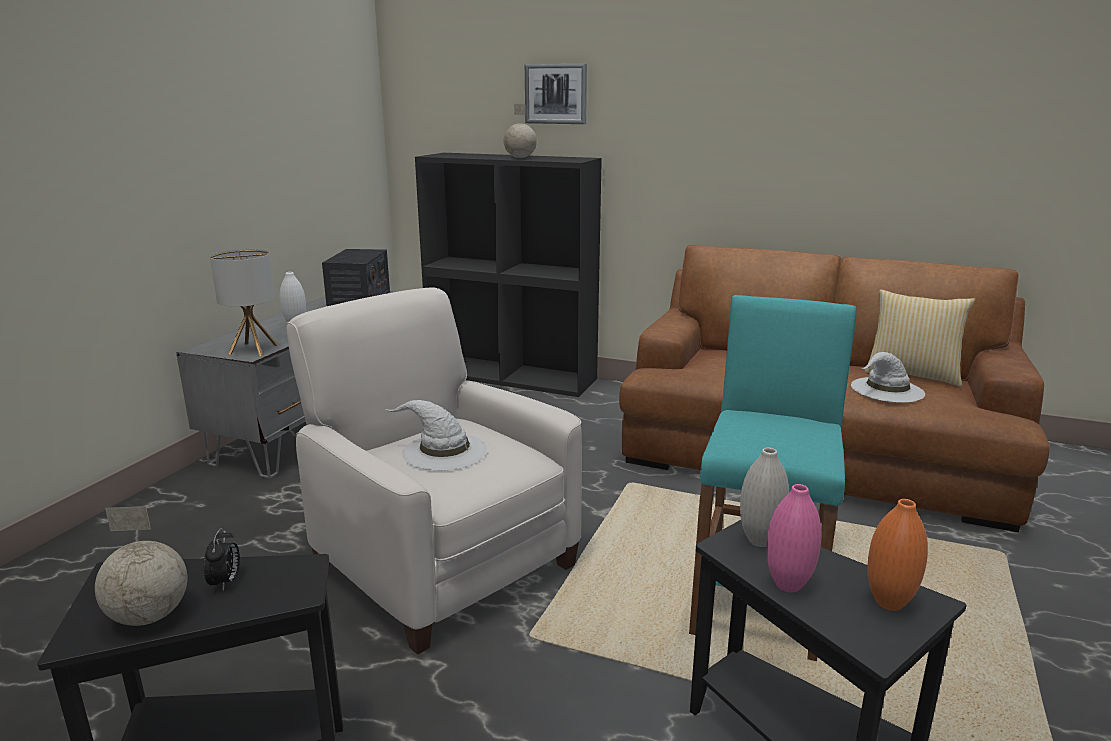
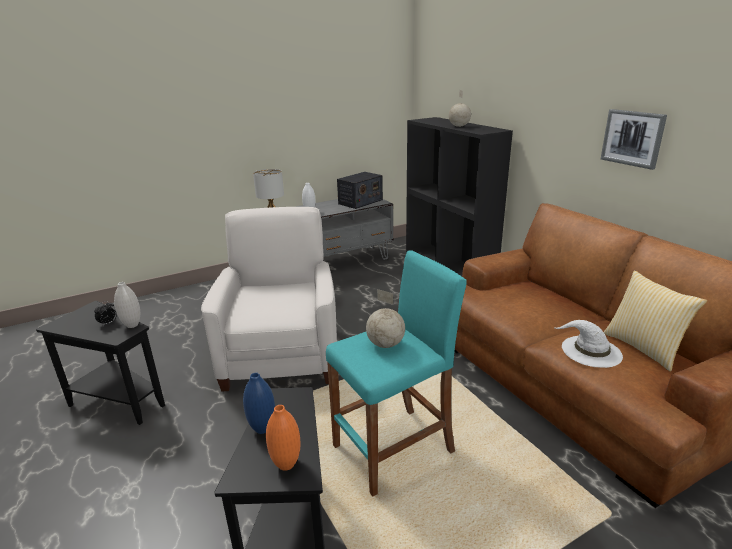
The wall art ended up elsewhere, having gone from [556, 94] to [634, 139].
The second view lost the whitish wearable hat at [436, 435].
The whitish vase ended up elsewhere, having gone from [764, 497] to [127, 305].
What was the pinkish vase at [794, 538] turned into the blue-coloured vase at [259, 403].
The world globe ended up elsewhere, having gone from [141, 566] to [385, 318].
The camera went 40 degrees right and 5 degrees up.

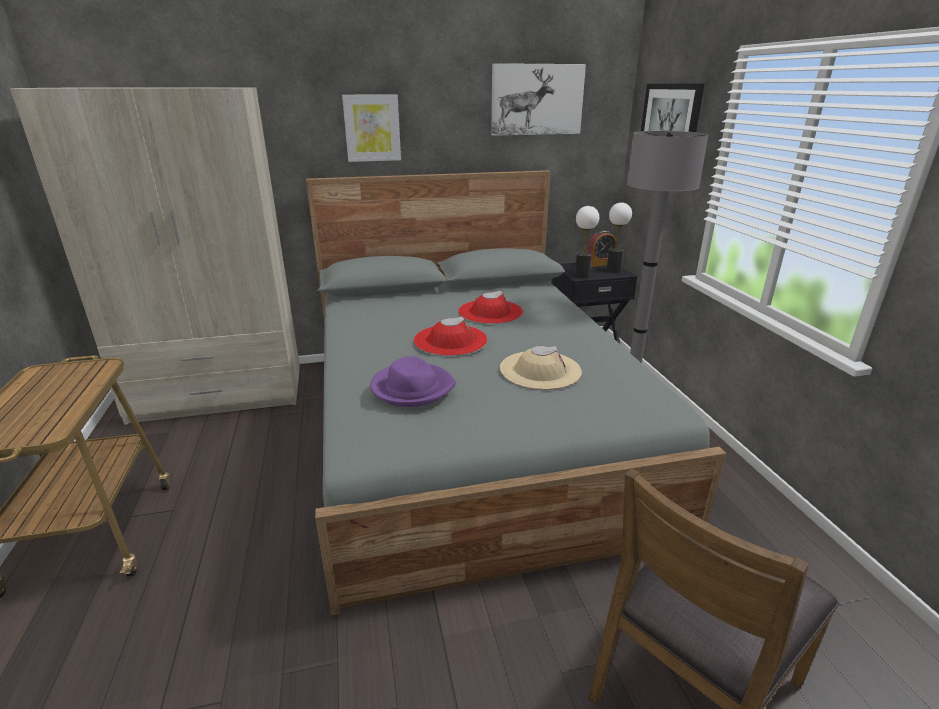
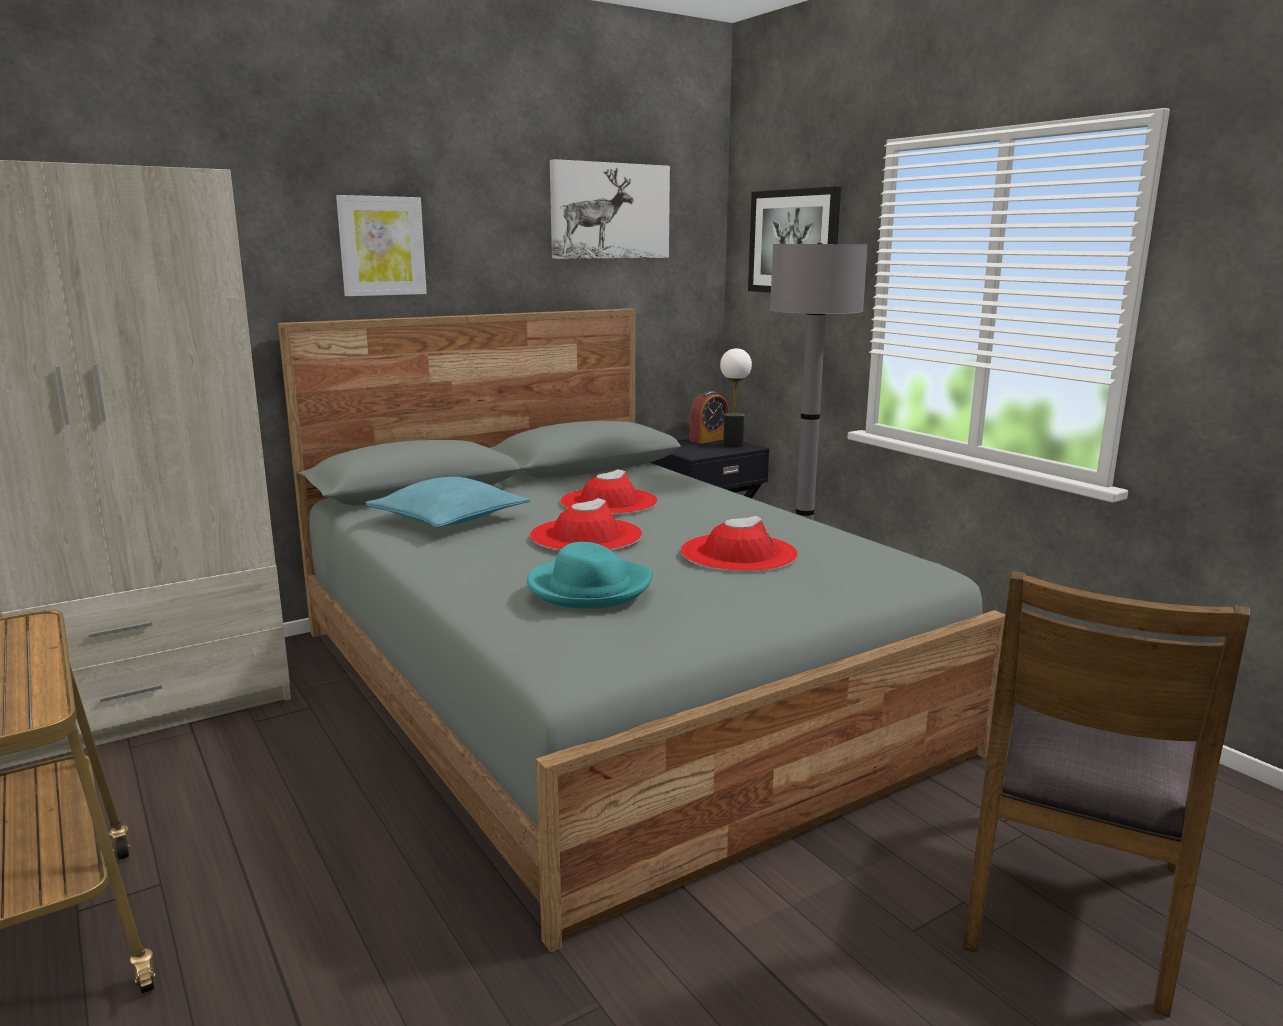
The second view lost the table lamp at [587, 242].
What was the sand-coloured wearable hat at [541, 368] turned into the red wearable hat at [739, 544].
What was the purple-coloured wearable hat at [413, 381] turned into the blue-green wearable hat at [590, 575].
The second view gained the blue-green throw pillow at [448, 502].
The camera went 20 degrees left and 10 degrees down.

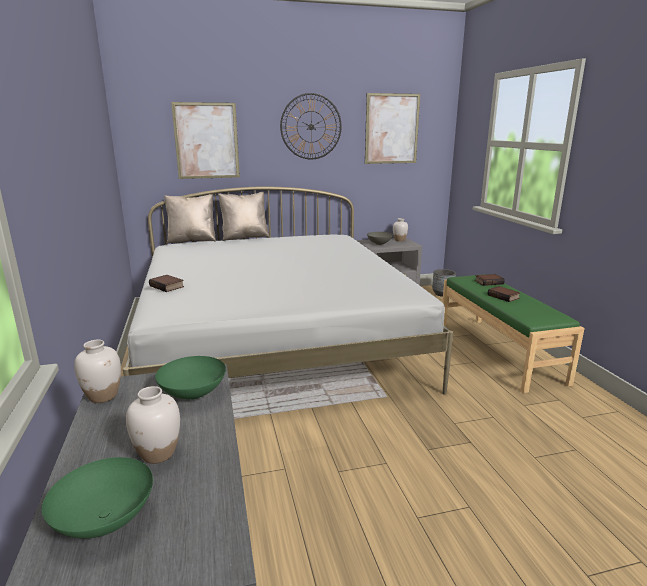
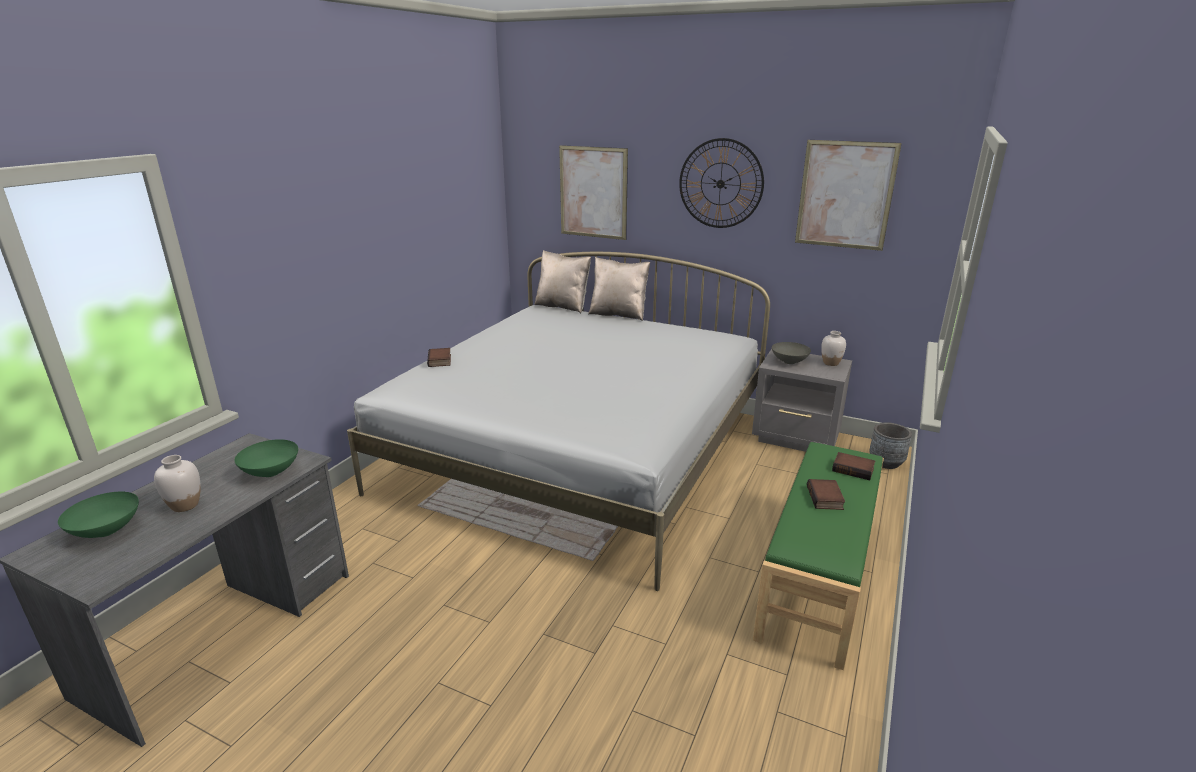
The second view lost the whitish vase at [97, 371].
The camera went 40 degrees right and 5 degrees up.

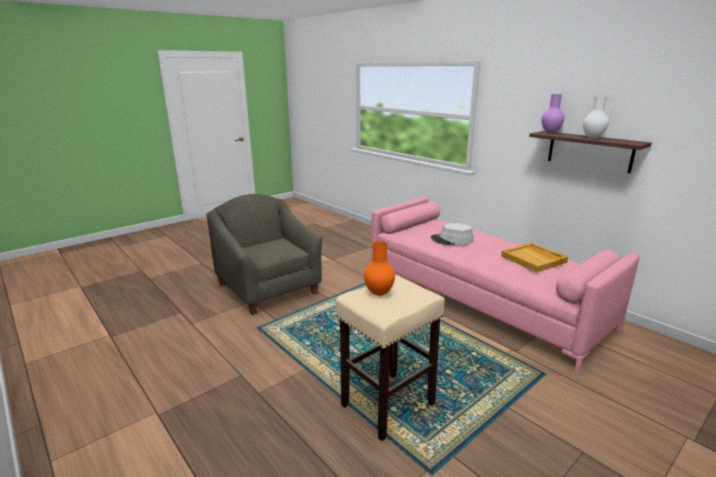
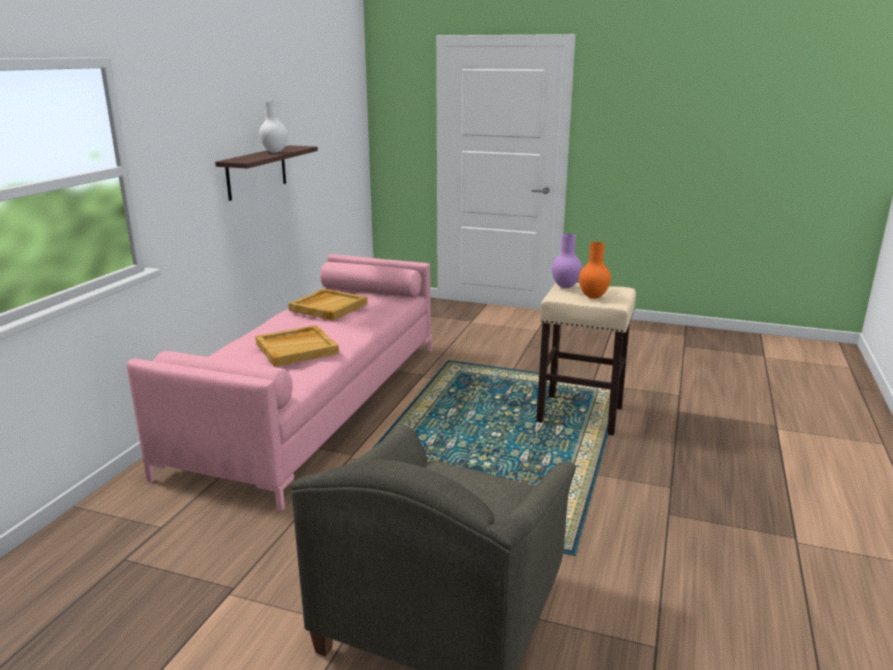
The purple-coloured vase ended up elsewhere, having gone from [553, 113] to [567, 261].
Where the greyish wearable hat stood at [452, 234], the sand-coloured serving tray came to stand at [297, 346].
The camera went 120 degrees left and 0 degrees up.

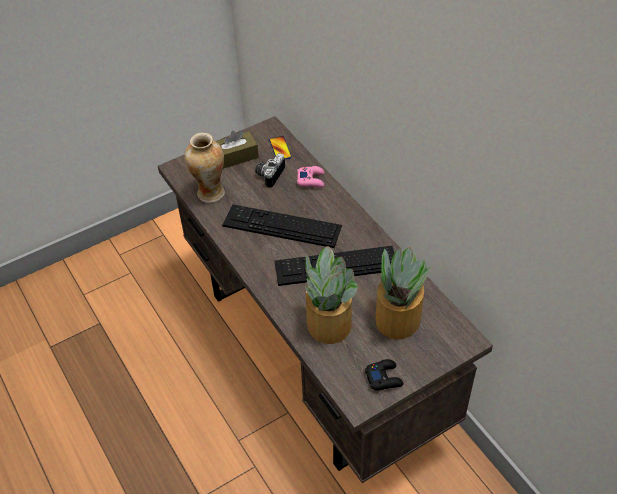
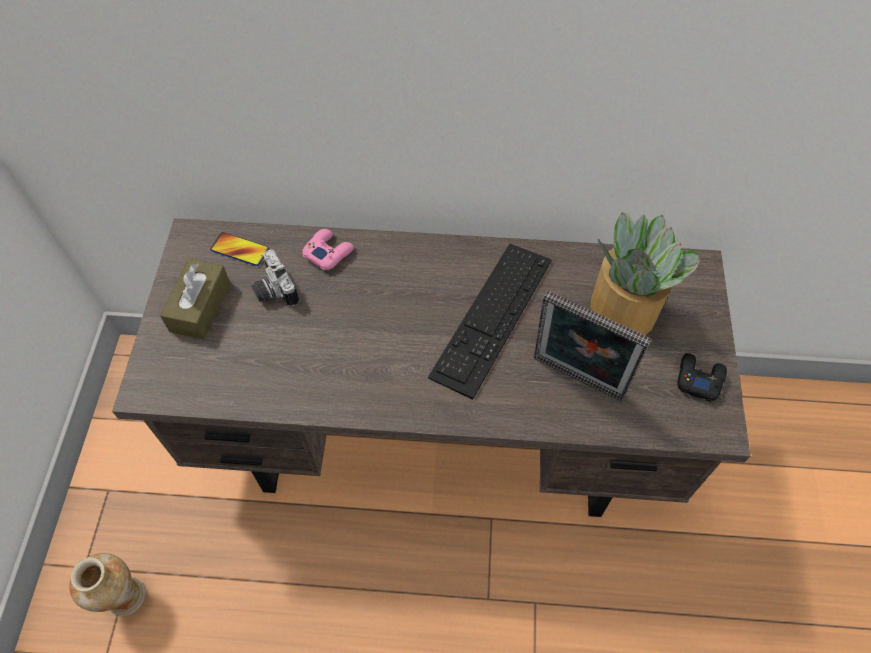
The vase ended up elsewhere, having gone from [204, 168] to [107, 584].
The second view lost the PC keyboard at [282, 226].
Where the potted plant stood at [331, 295], the photo frame came to stand at [592, 346].
The camera went 55 degrees left and 10 degrees up.

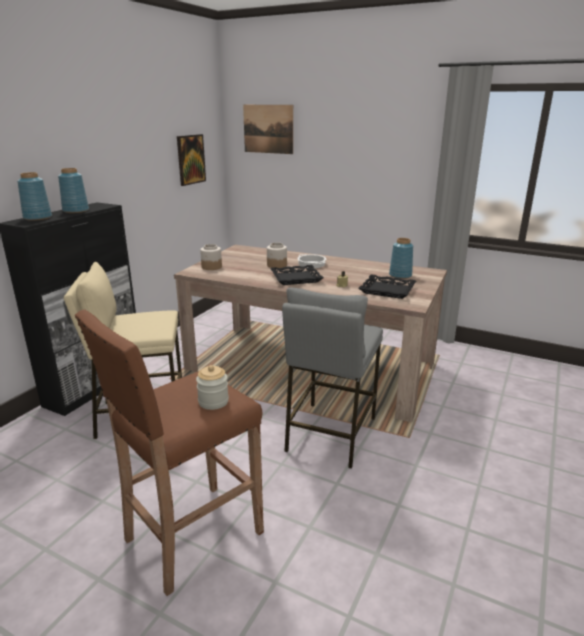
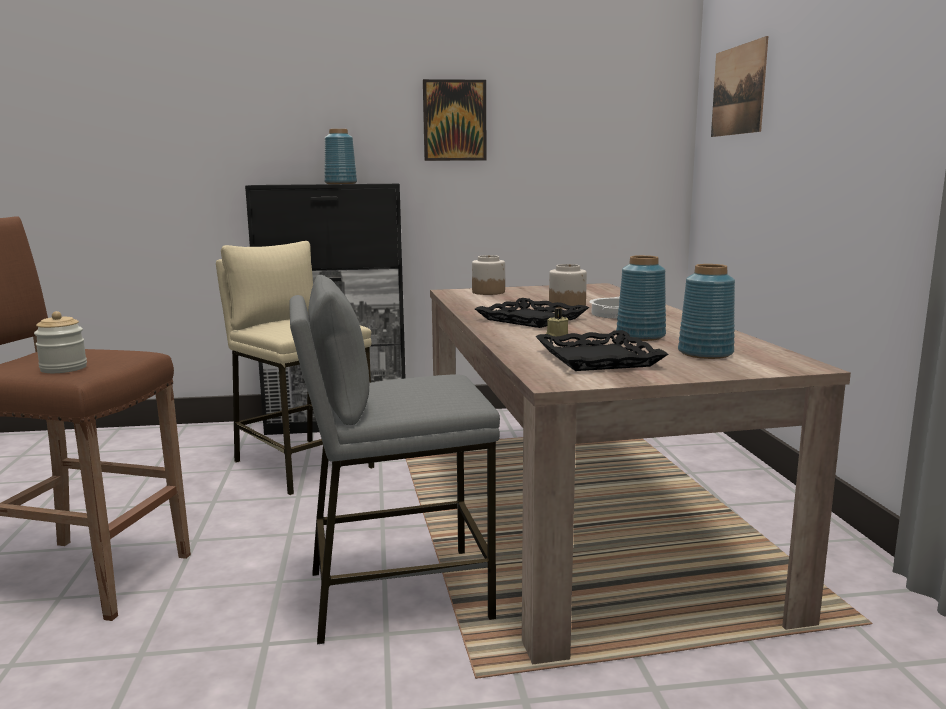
The wall art ended up elsewhere, having gone from [191, 160] to [454, 120].
The blue-coloured vase ended up elsewhere, having gone from [34, 196] to [641, 298].
The camera went 55 degrees right and 10 degrees down.

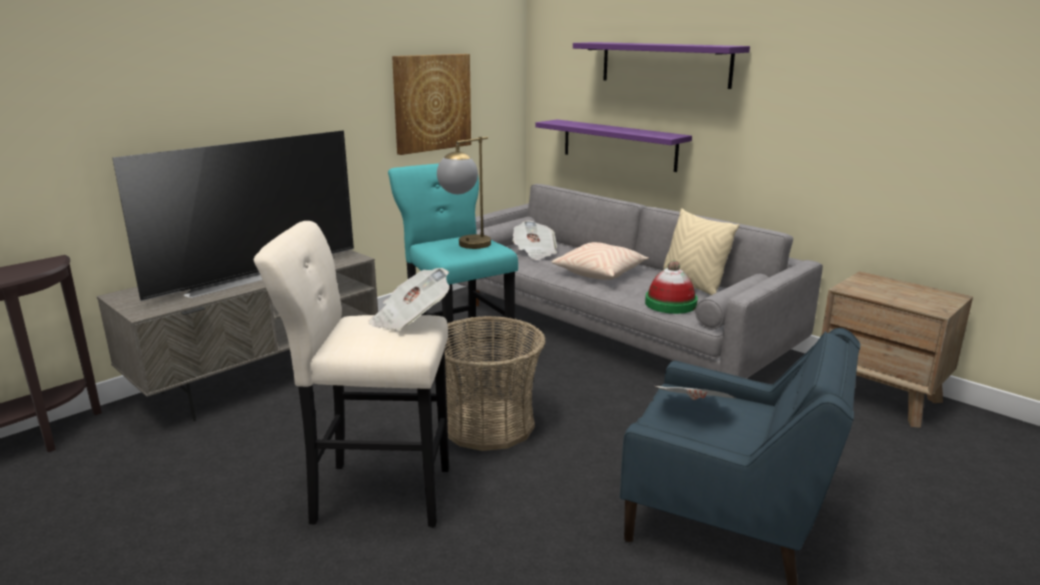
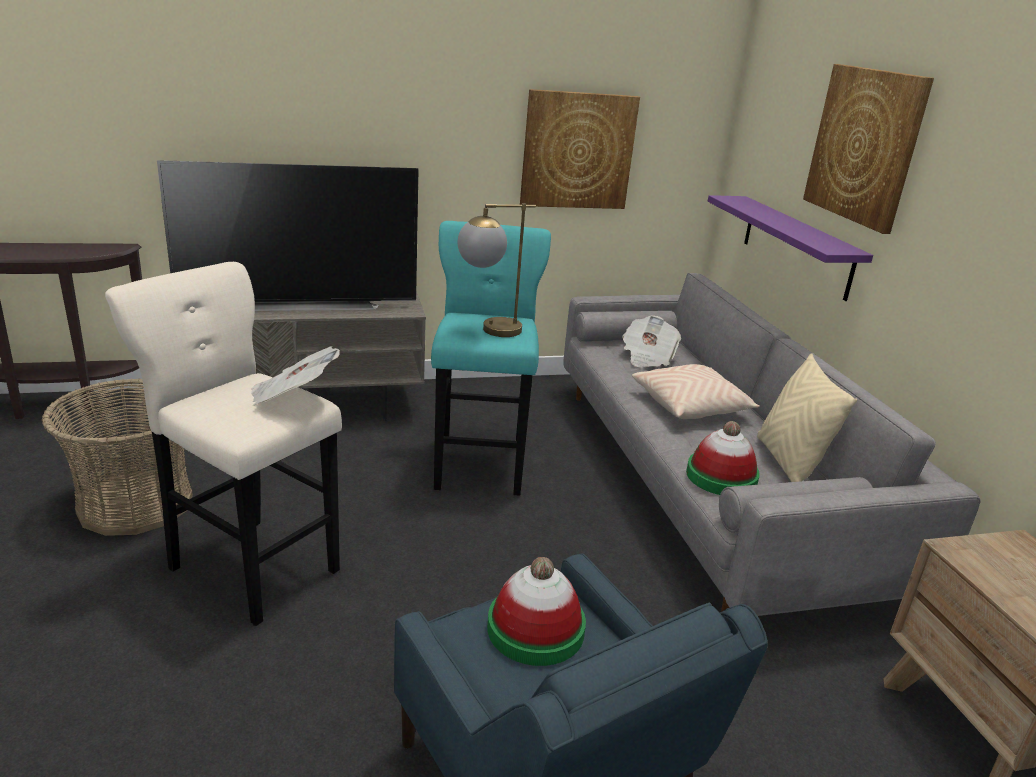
Where the purple-coloured wall shelf hung at [661, 65], the wall art came to hang at [868, 149].
The basket ended up elsewhere, having gone from [495, 383] to [117, 457].
Where the daily paper stood at [695, 393], the wearable hat came to stand at [536, 611].
The camera went 30 degrees right and 5 degrees up.

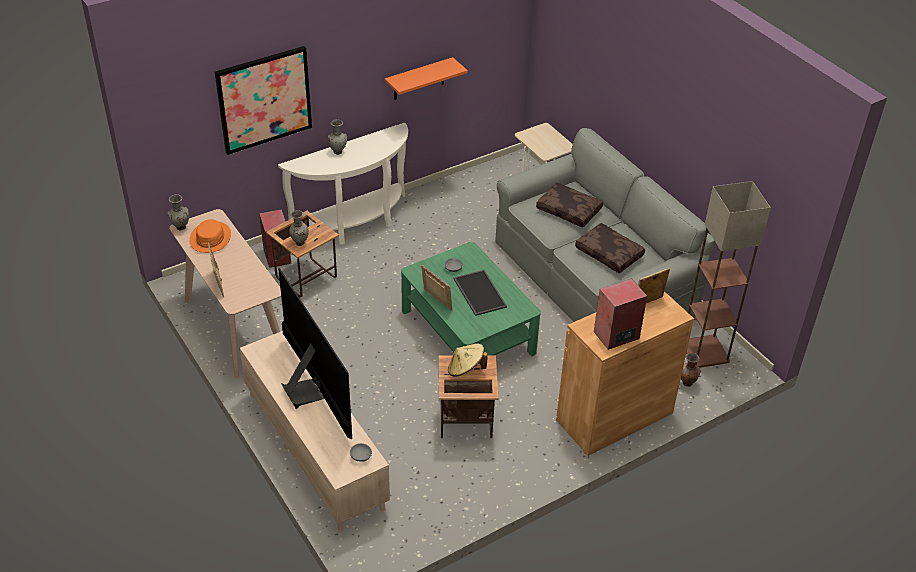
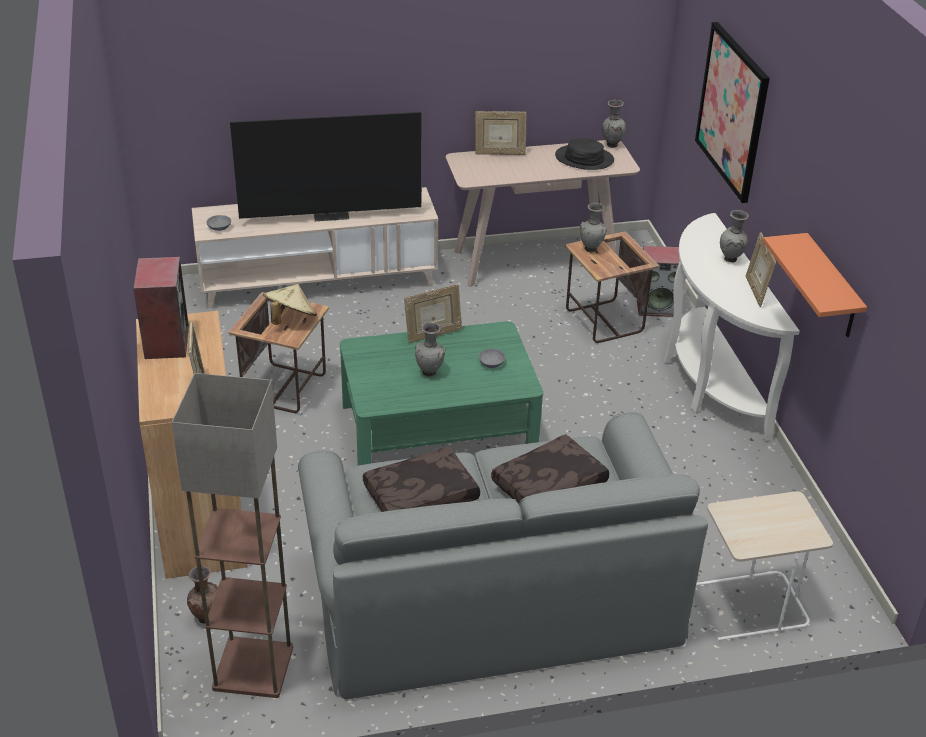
What was the orange wearable hat at [210, 236] turned into the black wearable hat at [584, 154].
Where the serving tray stood at [480, 293], the greyish vase came to stand at [430, 349].
The second view gained the photo frame at [761, 269].
The camera went 110 degrees right and 5 degrees down.

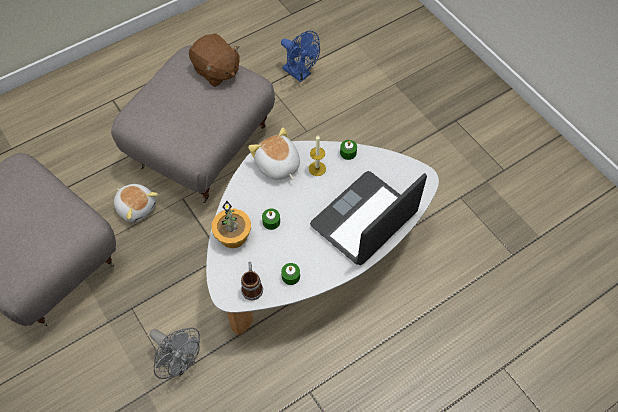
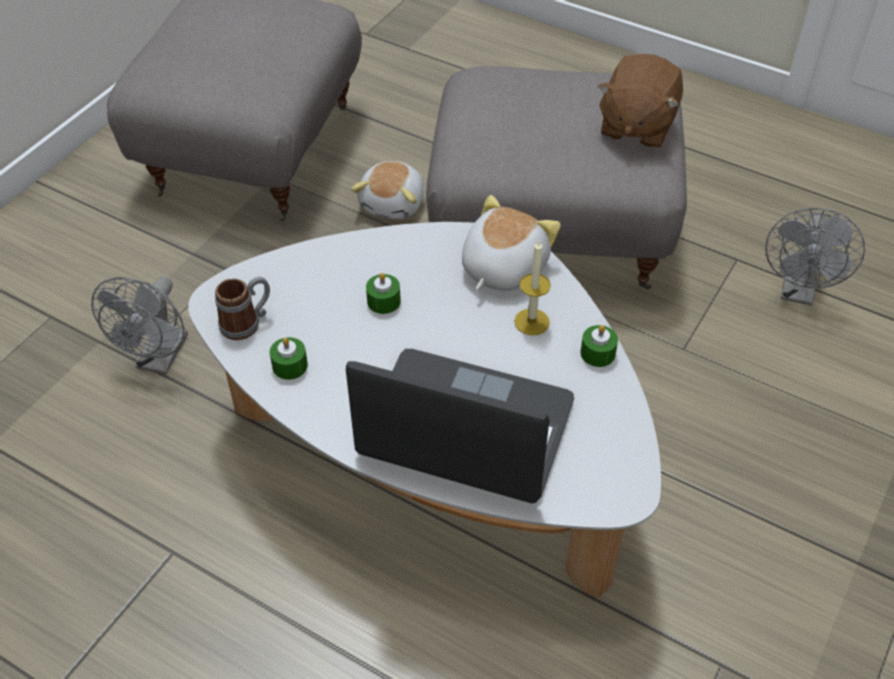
What was the blue-coloured fan at [300, 56] turned into the greyish fan at [815, 257].
The second view lost the potted plant at [231, 224].
The camera went 65 degrees right and 10 degrees down.

